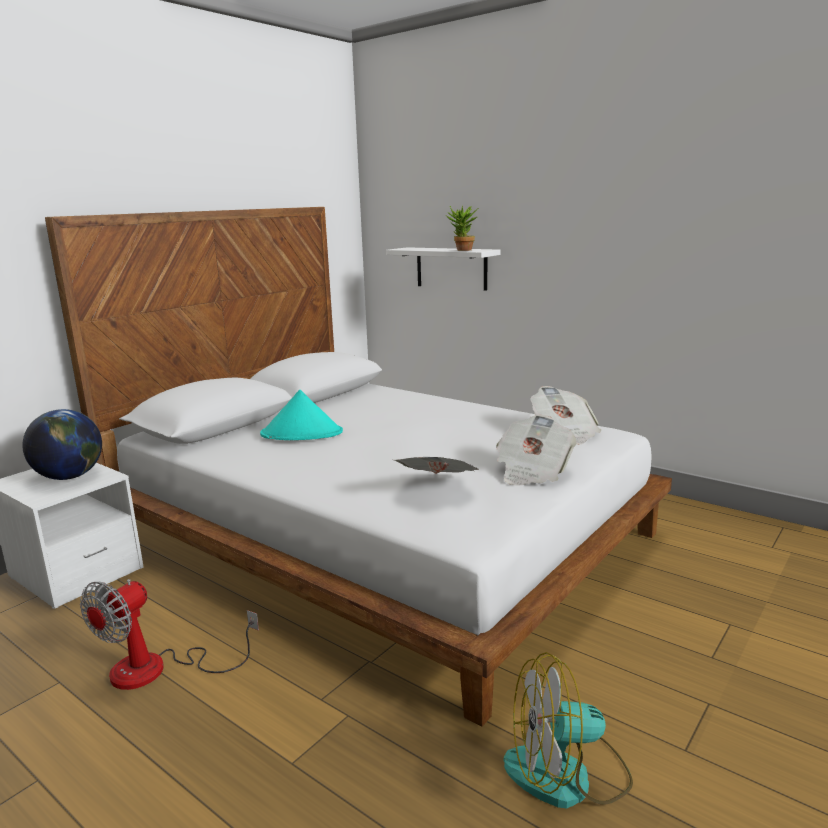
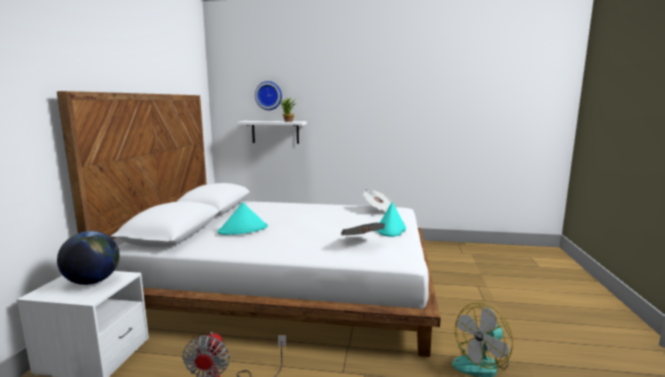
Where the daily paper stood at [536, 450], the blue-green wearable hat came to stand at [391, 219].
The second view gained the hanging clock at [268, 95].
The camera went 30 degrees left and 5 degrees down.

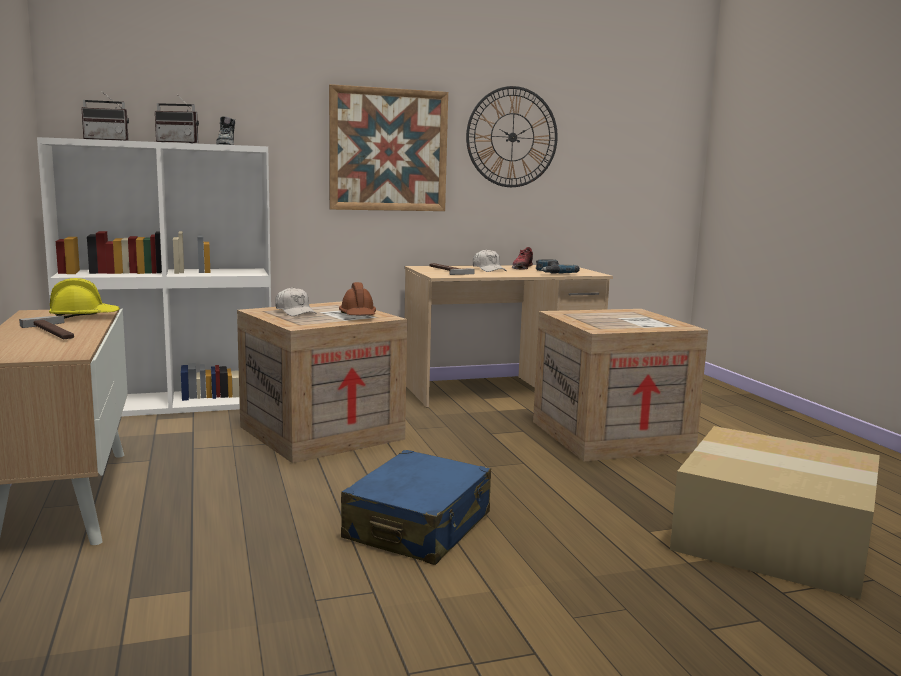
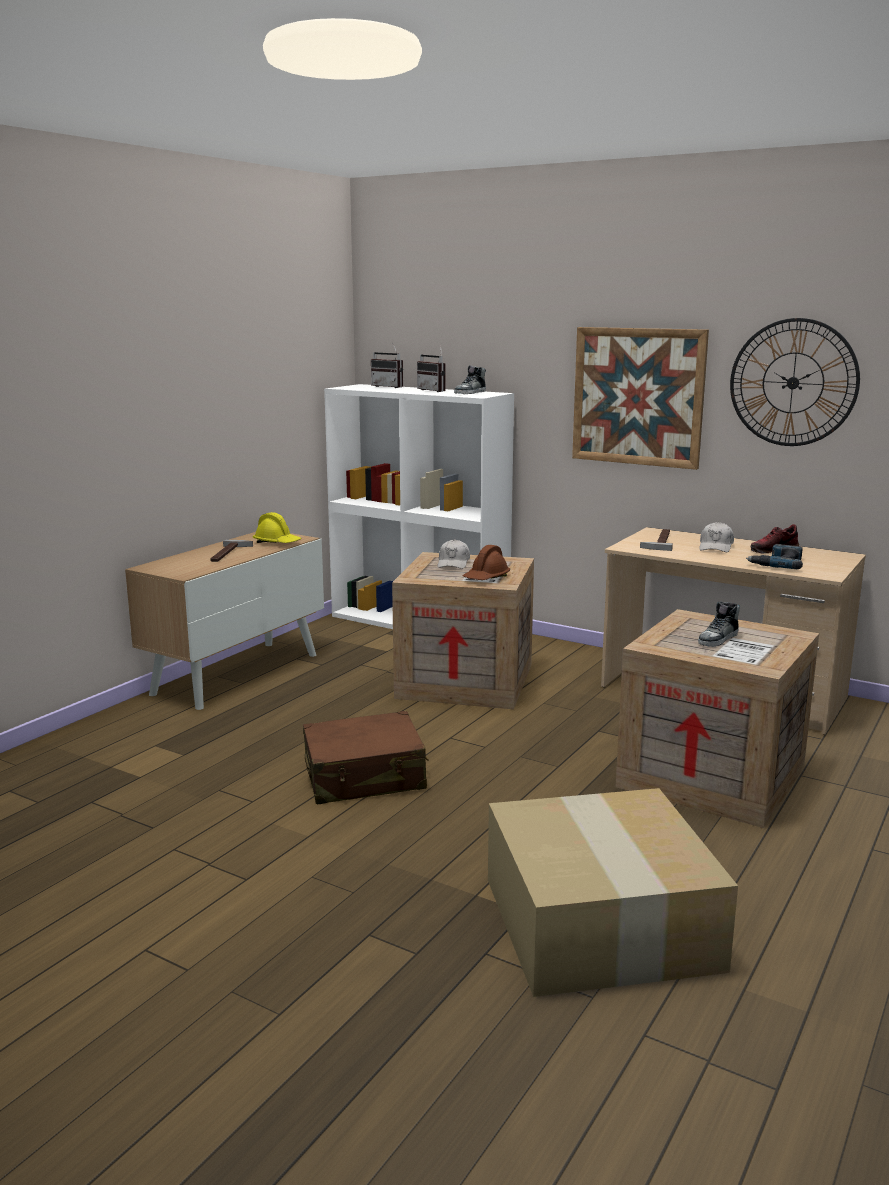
What was the blue-coloured suitcase at [416, 507] turned into the brownish suitcase at [366, 757].
The second view gained the item of footwear at [719, 624].
The camera went 50 degrees right and 5 degrees up.

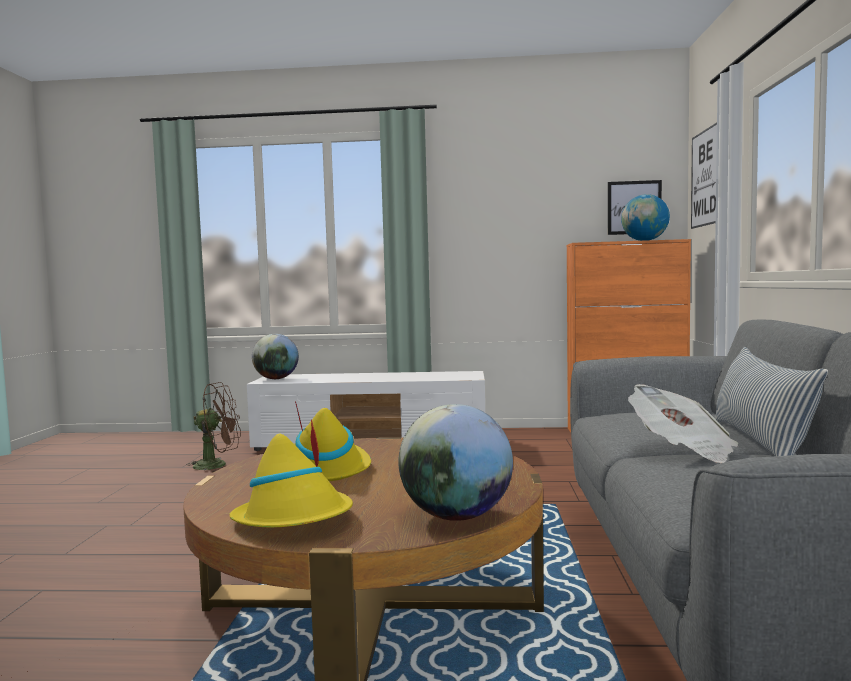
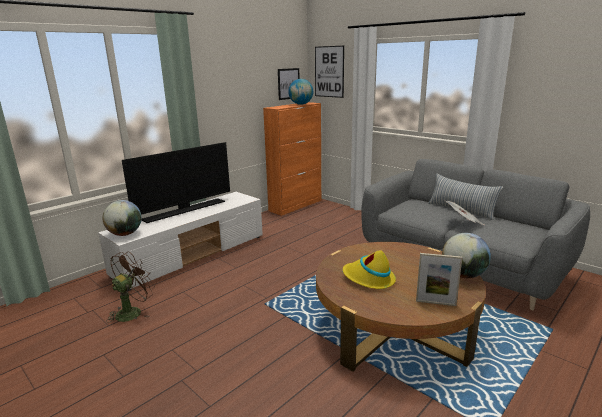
Where the yellow-coloured wearable hat stood at [291, 473], the photo frame came to stand at [439, 279].
The second view gained the television at [176, 182].
The camera went 50 degrees left and 15 degrees up.

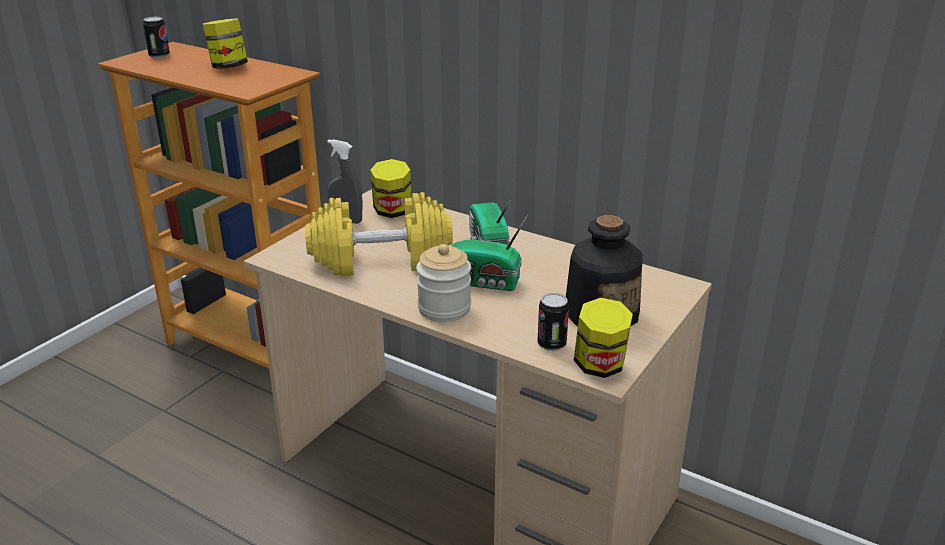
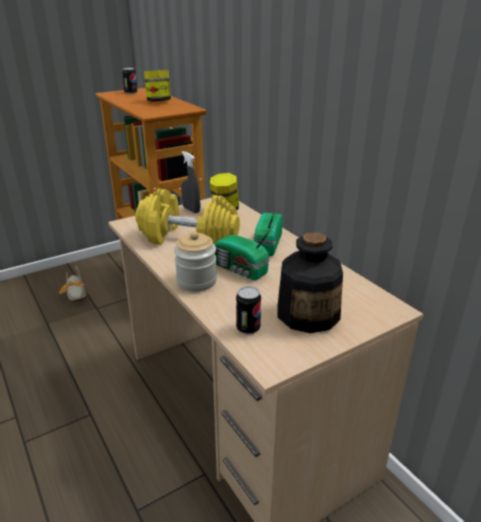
The second view lost the jar at [603, 337].
The second view gained the item of footwear at [73, 283].
The camera went 25 degrees right and 0 degrees up.

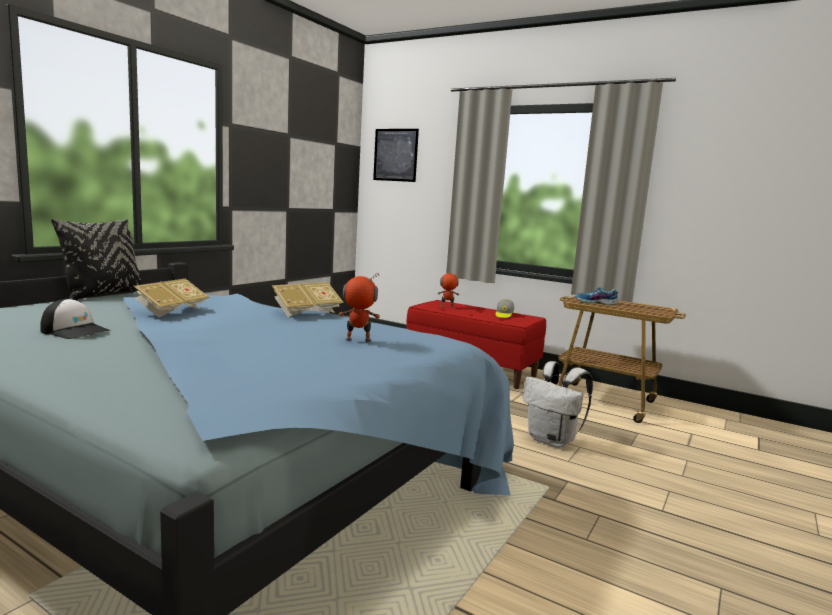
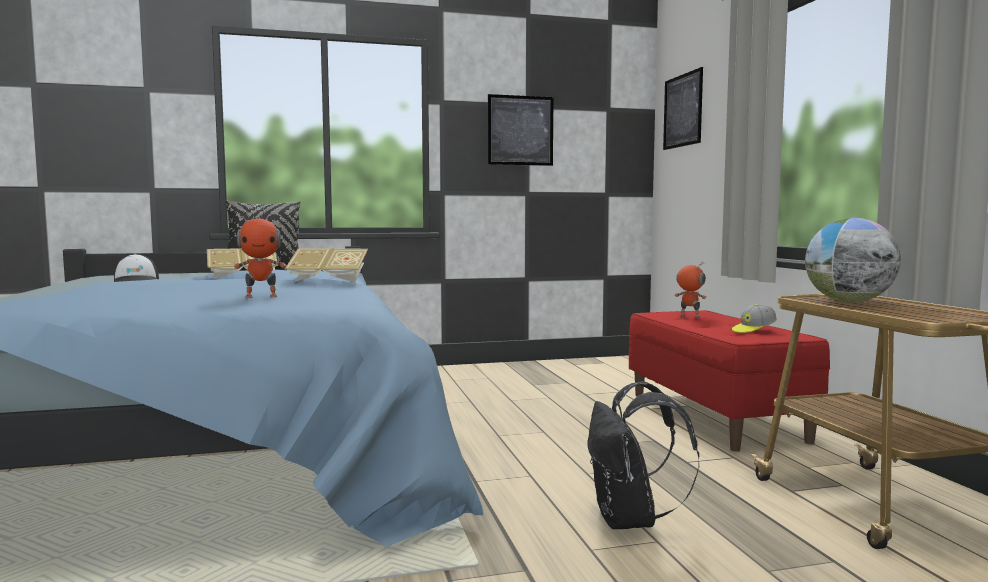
The robot figure at [359, 307] ended up facing another way, 120 degrees clockwise from before.
Where the item of footwear stood at [597, 296], the world globe came to stand at [853, 260].
What was the whitish rucksack at [557, 404] turned into the black rucksack at [643, 455].
The second view gained the wall art at [521, 130].
The camera went 45 degrees right and 5 degrees down.

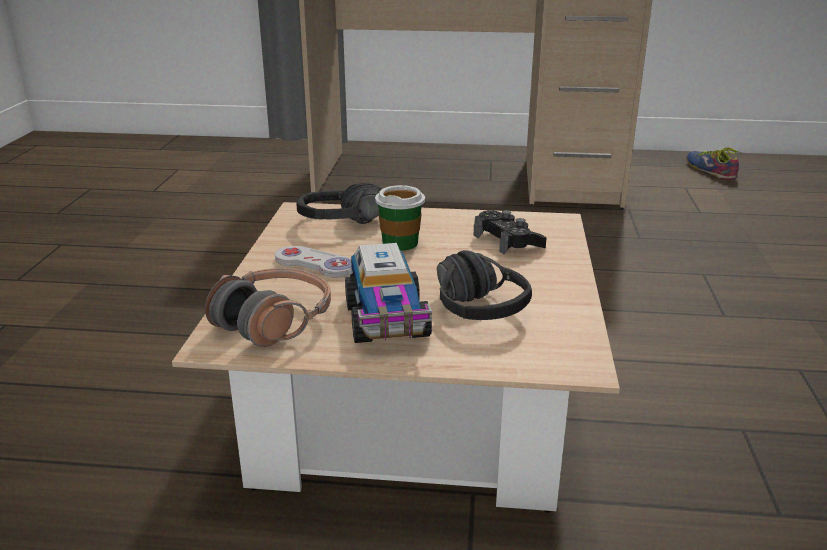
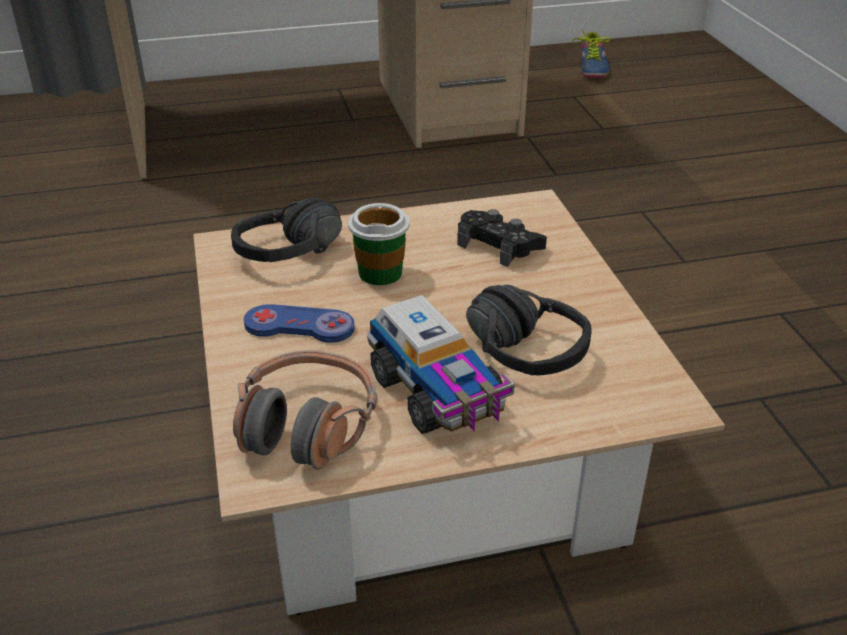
The item of footwear at [714, 164] ended up facing another way, 135 degrees counterclockwise from before.
What was the whitish joypad at [313, 261] turned into the blue-coloured joypad at [299, 323].
The camera went 20 degrees left and 10 degrees up.

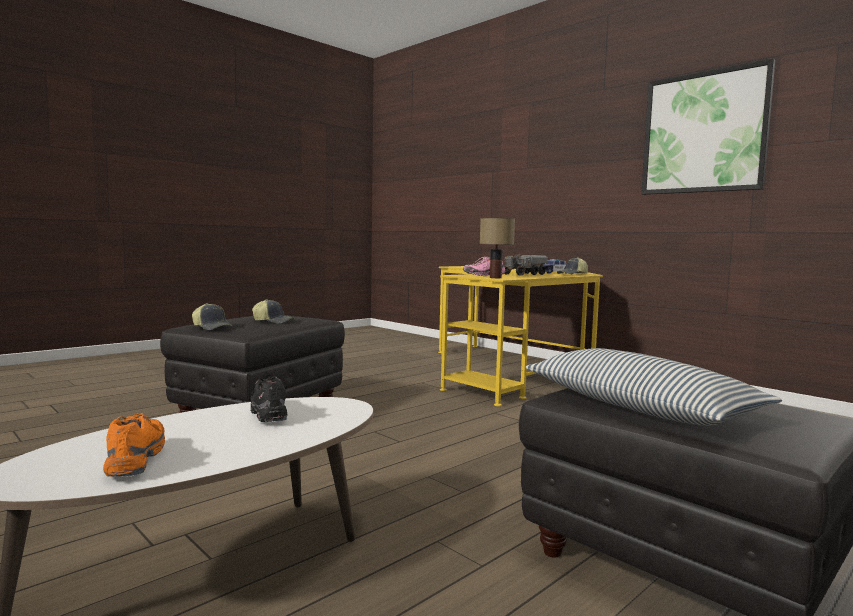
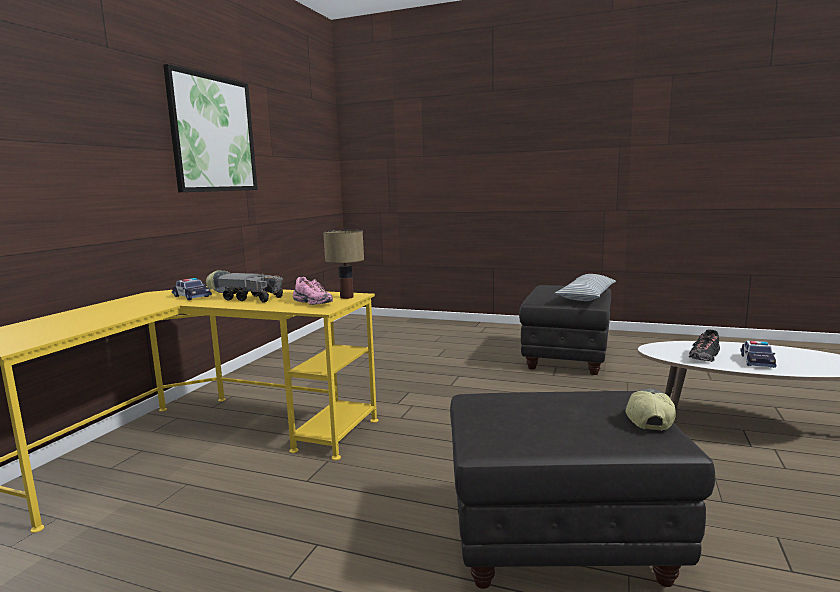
The second view lost the cap at [273, 311].
The second view lost the orange item of footwear at [134, 445].
The second view gained the miniature car at [758, 354].
The camera went 115 degrees left and 5 degrees up.

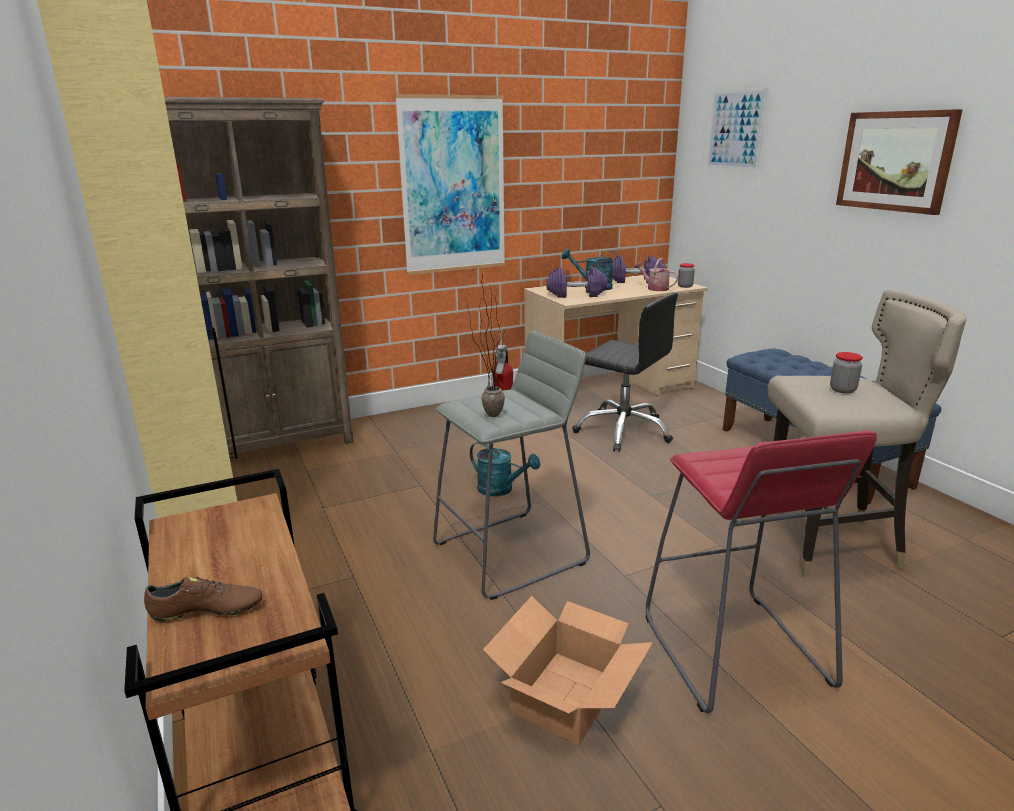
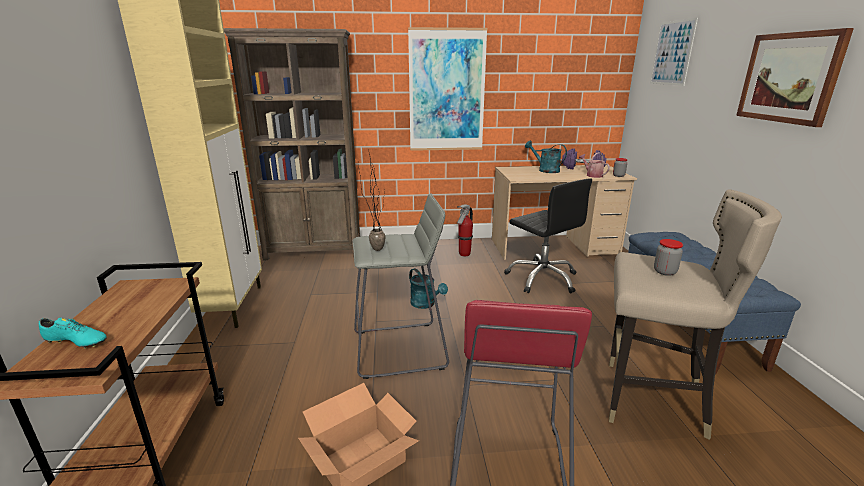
The second view lost the purple-coloured free weight at [576, 282].
What was the brownish item of footwear at [203, 599] turned into the blue-green item of footwear at [73, 333].
The camera went 20 degrees right and 0 degrees up.

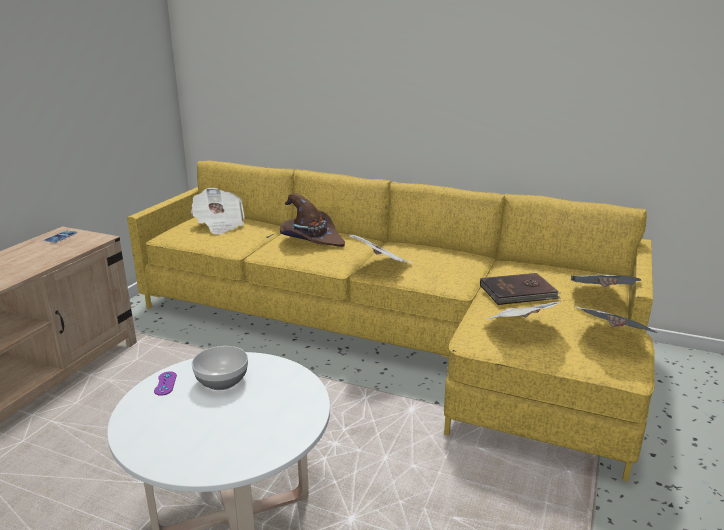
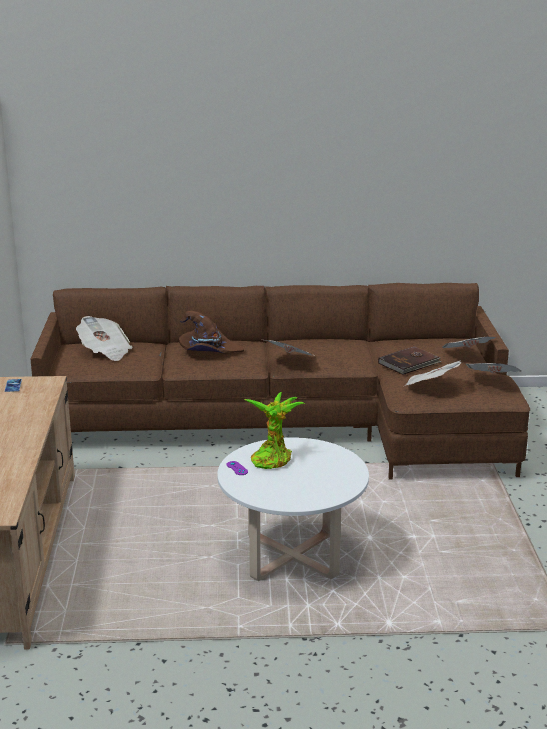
What was the yellow-coloured sofa at [391, 321] turned into the brownish sofa at [280, 381].
Where the bowl stood at [220, 368], the potted plant came to stand at [275, 430].
The camera went 25 degrees left and 0 degrees up.

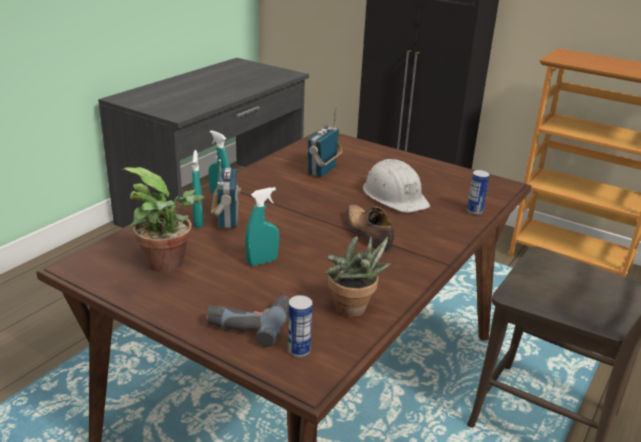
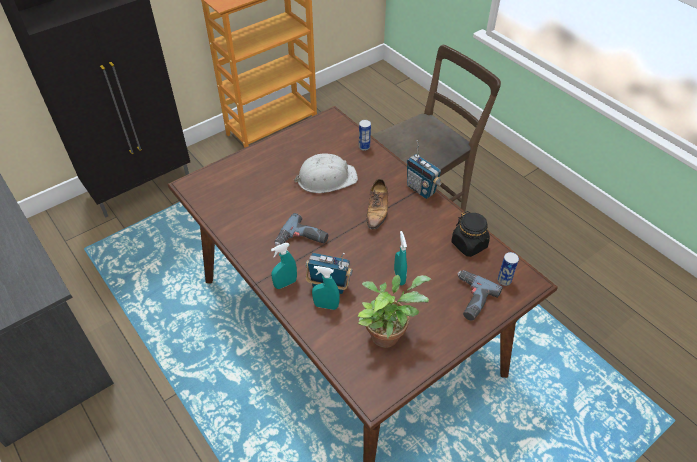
The radio ended up elsewhere, having gone from [324, 142] to [424, 169].
The item of footwear at [370, 228] ended up facing another way, 75 degrees counterclockwise from before.
Where the potted plant stood at [358, 276], the black jar came to stand at [470, 234].
The second view gained the electric drill at [301, 229].
The camera went 70 degrees left and 20 degrees up.

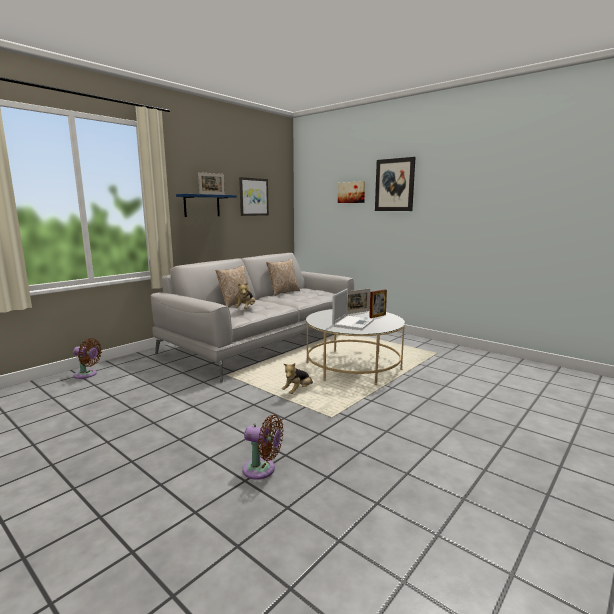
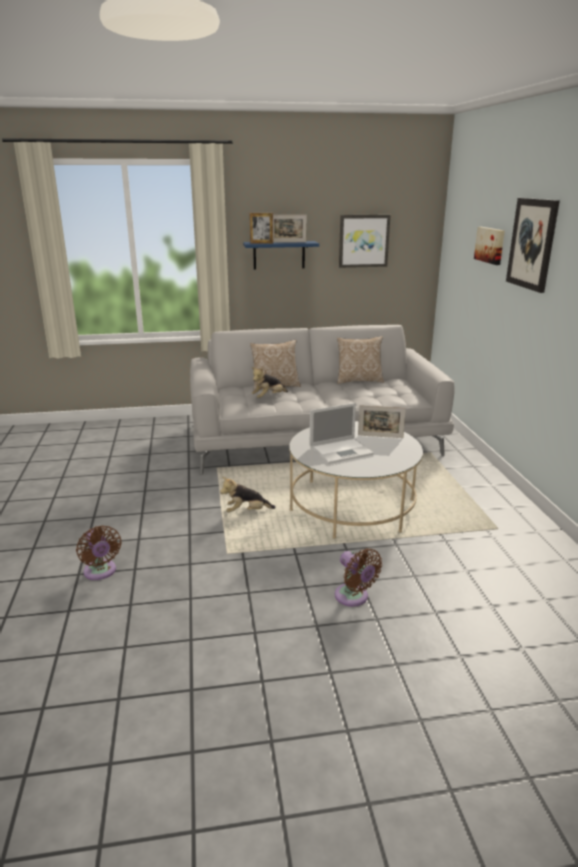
The photo frame ended up elsewhere, having gone from [378, 304] to [261, 228].
The brownish fan ended up elsewhere, having gone from [87, 358] to [358, 577].
The camera went 40 degrees right and 10 degrees up.

